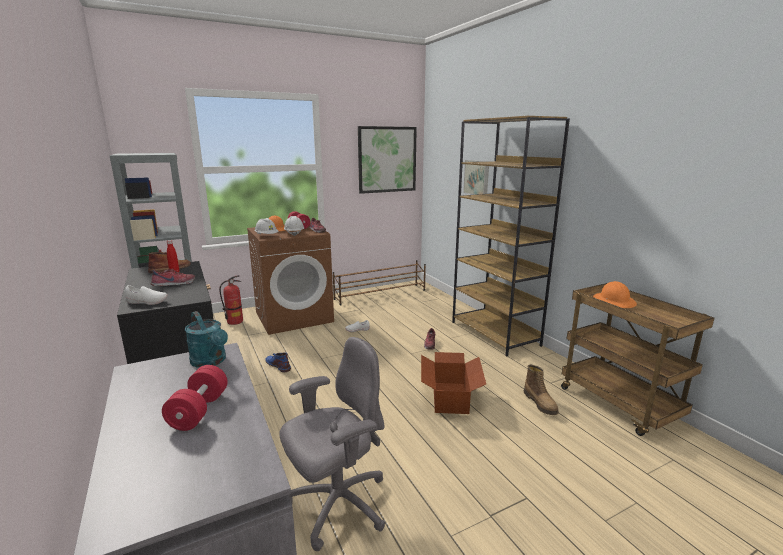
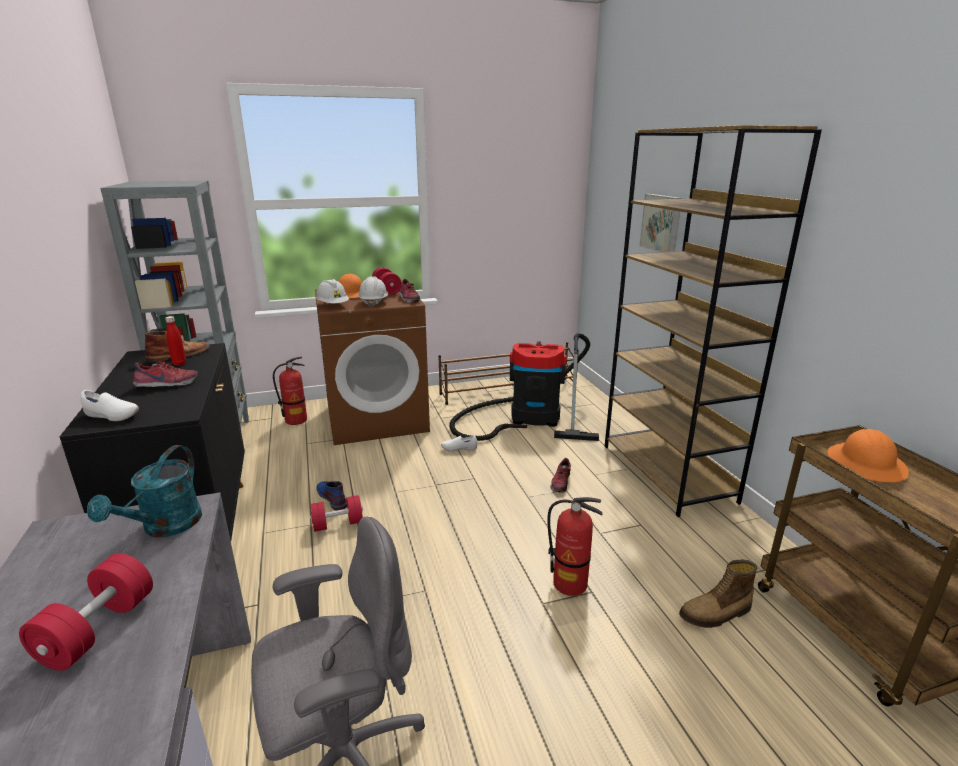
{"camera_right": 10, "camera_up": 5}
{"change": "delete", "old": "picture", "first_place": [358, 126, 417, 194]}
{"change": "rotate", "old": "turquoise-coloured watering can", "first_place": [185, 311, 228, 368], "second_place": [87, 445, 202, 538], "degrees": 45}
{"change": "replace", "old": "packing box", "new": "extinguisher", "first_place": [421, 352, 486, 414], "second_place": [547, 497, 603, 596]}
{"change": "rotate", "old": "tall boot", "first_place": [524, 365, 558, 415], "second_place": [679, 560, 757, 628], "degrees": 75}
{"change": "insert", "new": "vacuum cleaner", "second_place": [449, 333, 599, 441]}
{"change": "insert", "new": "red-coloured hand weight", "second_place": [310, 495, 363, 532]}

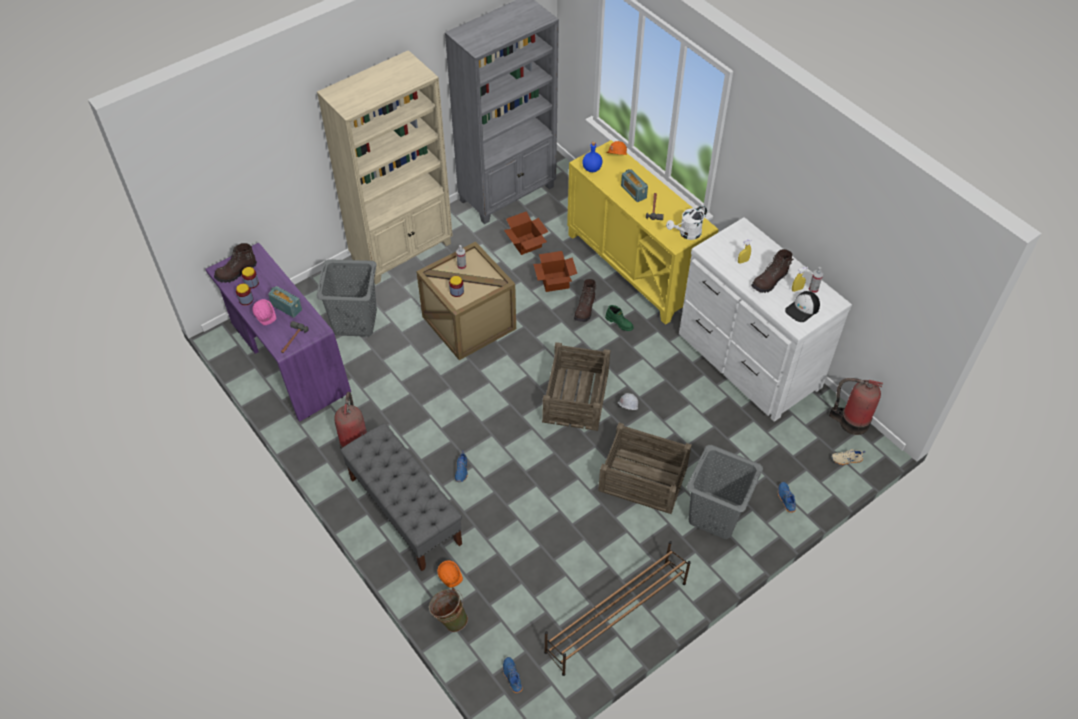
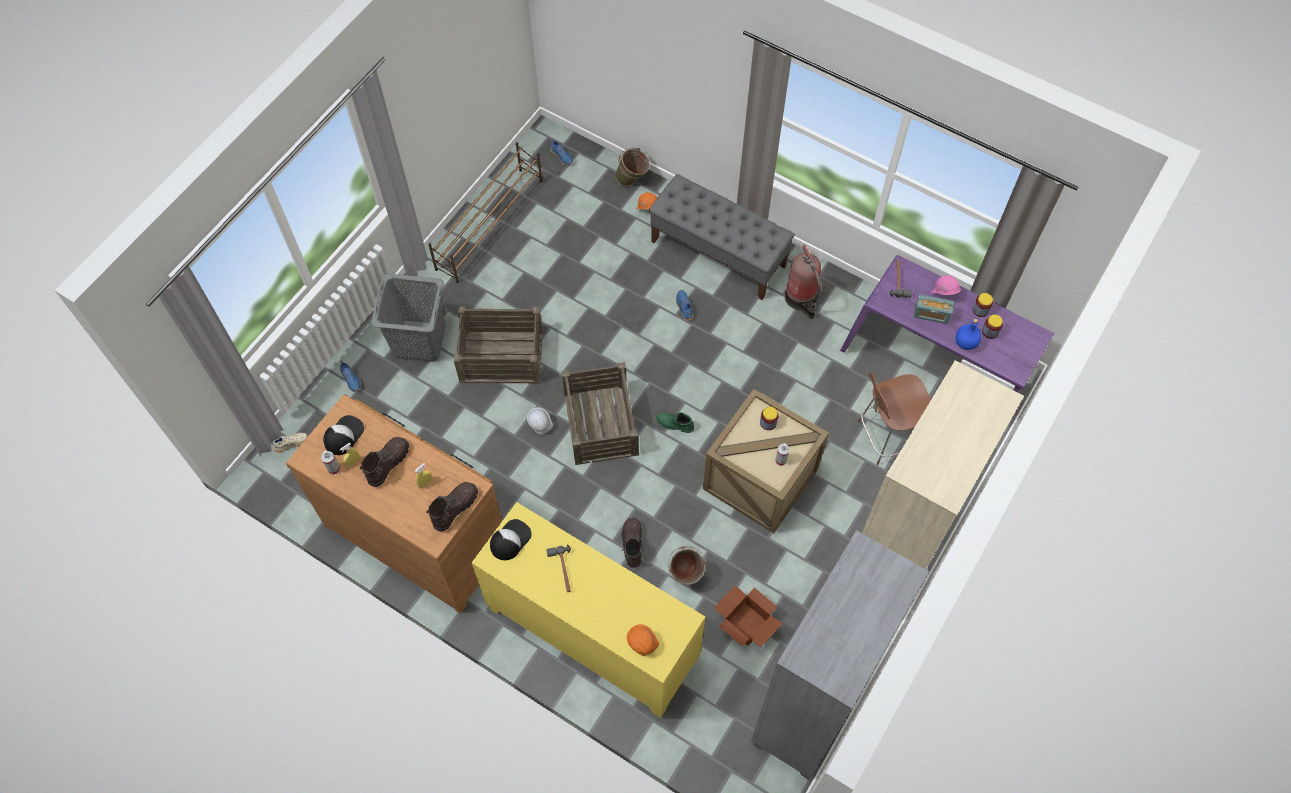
{"camera_right": 160, "camera_up": 10}
{"change": "move", "old": "blue-coloured drink bottle", "first_place": [582, 142, 602, 172], "second_place": [956, 319, 981, 350]}
{"change": "delete", "old": "radio receiver", "first_place": [621, 169, 648, 202]}
{"change": "replace", "old": "white-coloured watering can", "new": "cap", "first_place": [666, 206, 707, 240], "second_place": [490, 519, 532, 560]}
{"change": "recolor", "old": "white-coloured drawer chest", "new": "brown drawer chest", "first_place": [679, 217, 852, 422], "second_place": [286, 394, 502, 614]}
{"change": "move", "old": "brown tall boot", "first_place": [214, 243, 257, 283], "second_place": [426, 482, 478, 532]}
{"change": "replace", "old": "packing box", "new": "greenish pail", "first_place": [533, 251, 577, 292], "second_place": [668, 546, 706, 585]}
{"change": "replace", "old": "greyish hamper", "new": "brown plain chair", "first_place": [316, 259, 377, 337], "second_place": [858, 373, 931, 465]}
{"change": "move", "old": "greenish tall boot", "first_place": [605, 305, 634, 331], "second_place": [656, 412, 694, 433]}
{"change": "delete", "old": "extinguisher", "first_place": [829, 378, 883, 435]}

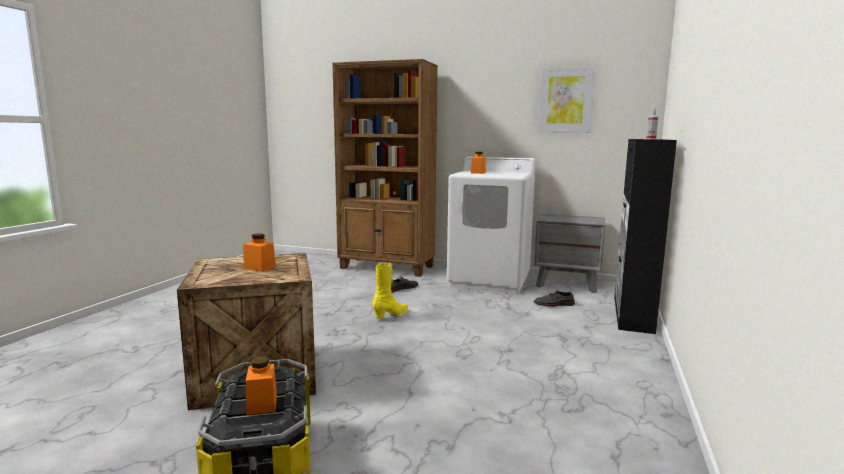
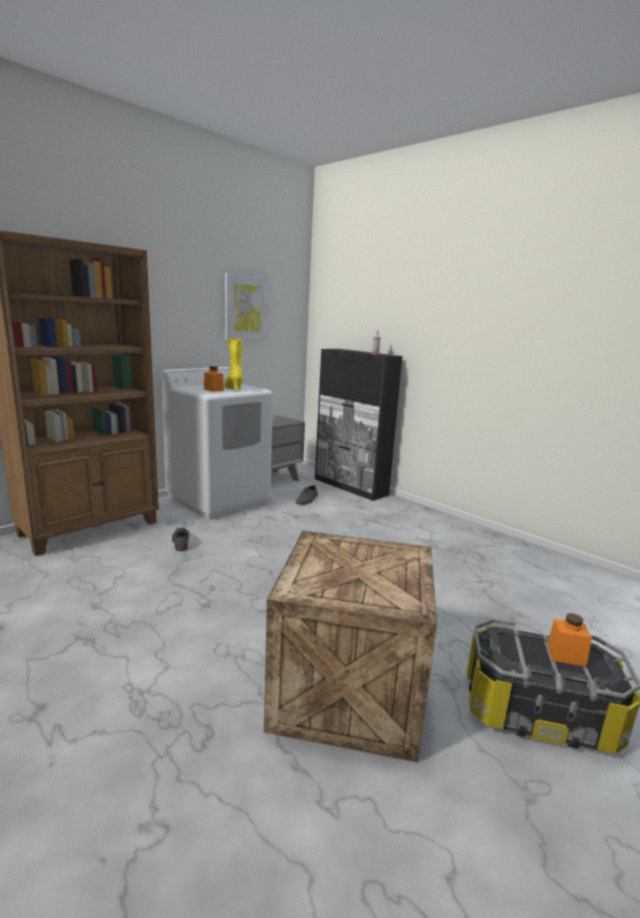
{"camera_right": -65, "camera_up": 5}
{"change": "delete", "old": "orange-coloured preserve jar", "first_place": [243, 234, 276, 272]}
{"change": "move", "old": "yellow-coloured tall boot", "first_place": [372, 263, 408, 319], "second_place": [224, 338, 244, 389]}

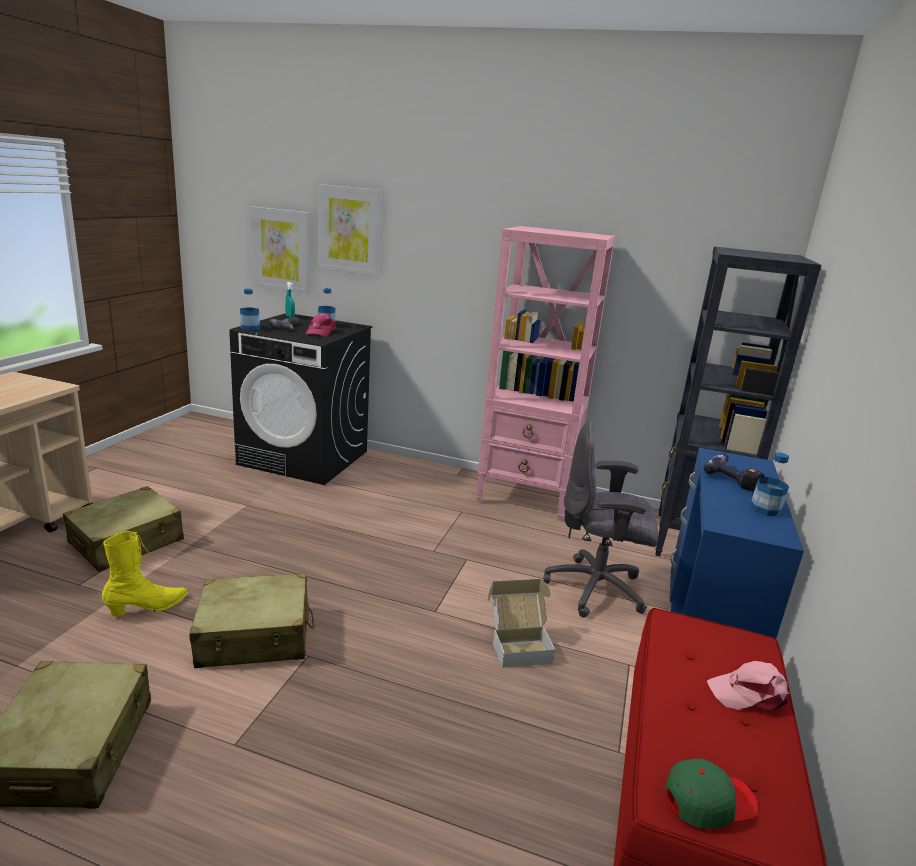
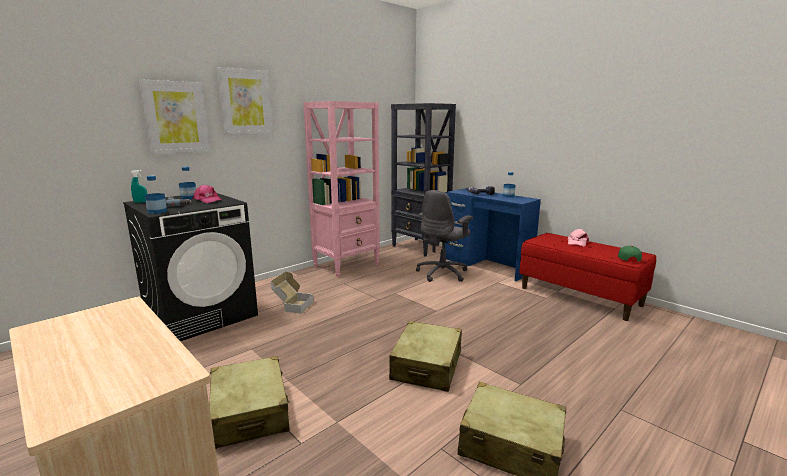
{"camera_right": -60, "camera_up": -5}
{"change": "move", "old": "picture", "first_place": [251, 206, 310, 294], "second_place": [217, 67, 273, 135]}
{"change": "delete", "old": "yellow-coloured tall boot", "first_place": [102, 531, 188, 616]}
{"change": "move", "old": "packing box", "first_place": [488, 579, 555, 668], "second_place": [271, 272, 314, 314]}

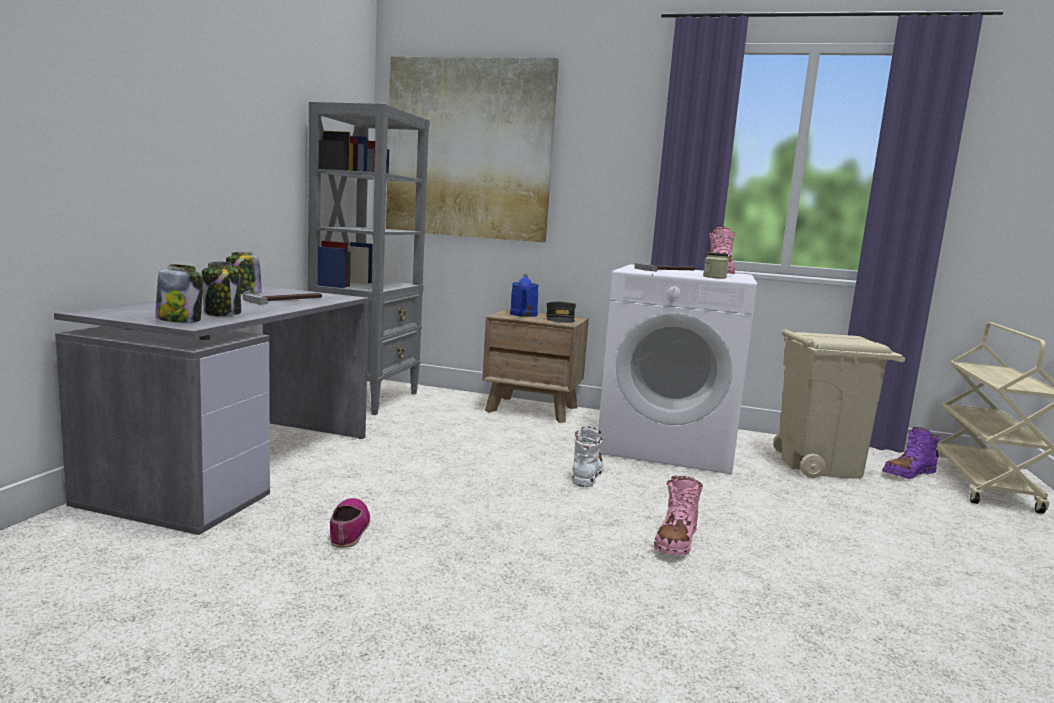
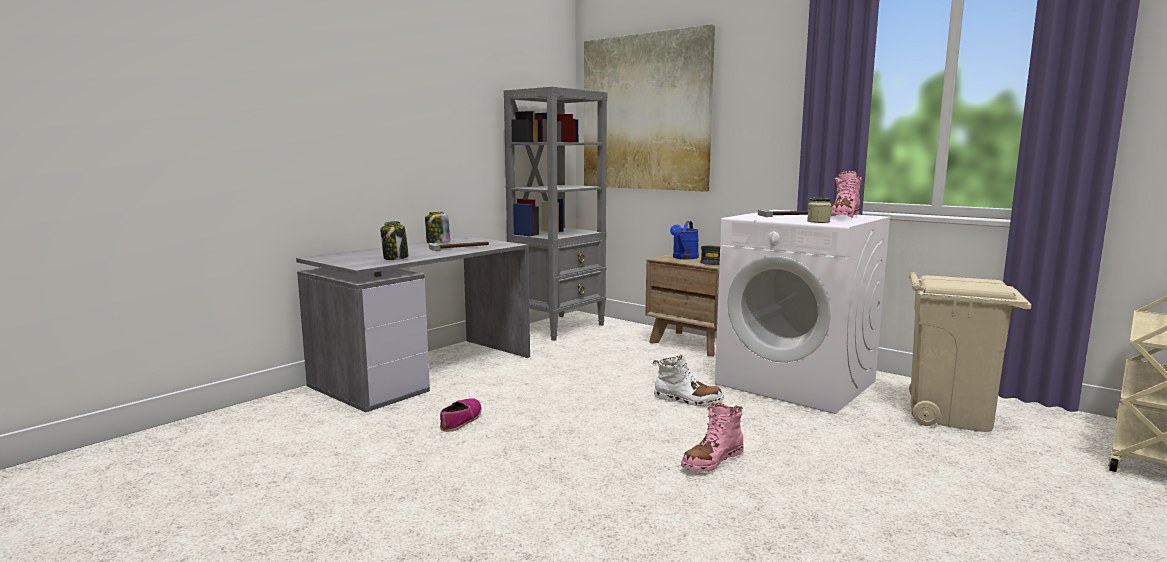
{"camera_right": 25, "camera_up": 0}
{"change": "delete", "old": "preserve jar", "first_place": [155, 264, 203, 323]}
{"change": "rotate", "old": "white-coloured tall boot", "first_place": [571, 426, 604, 487], "second_place": [653, 355, 724, 407], "degrees": 75}
{"change": "delete", "old": "purplish tall boot", "first_place": [882, 427, 940, 479]}

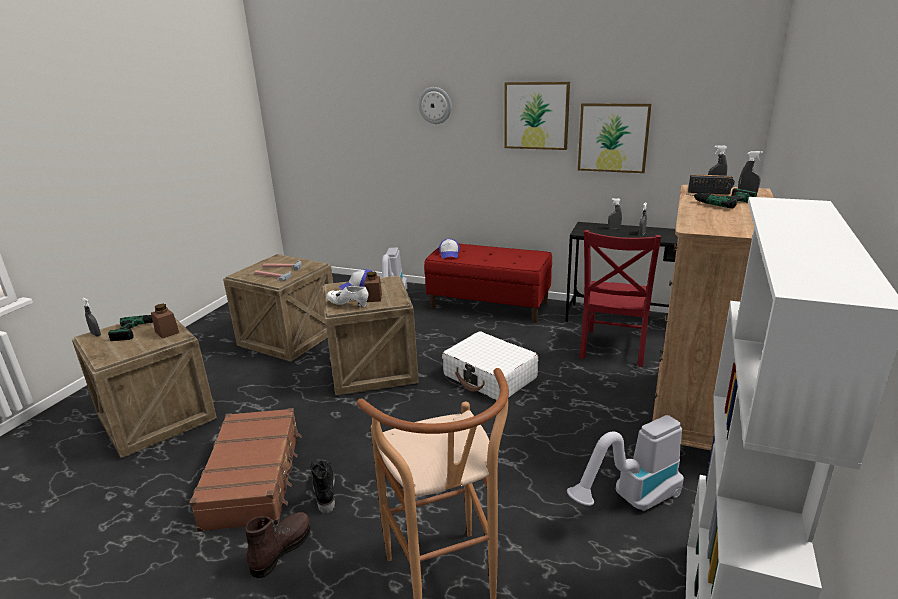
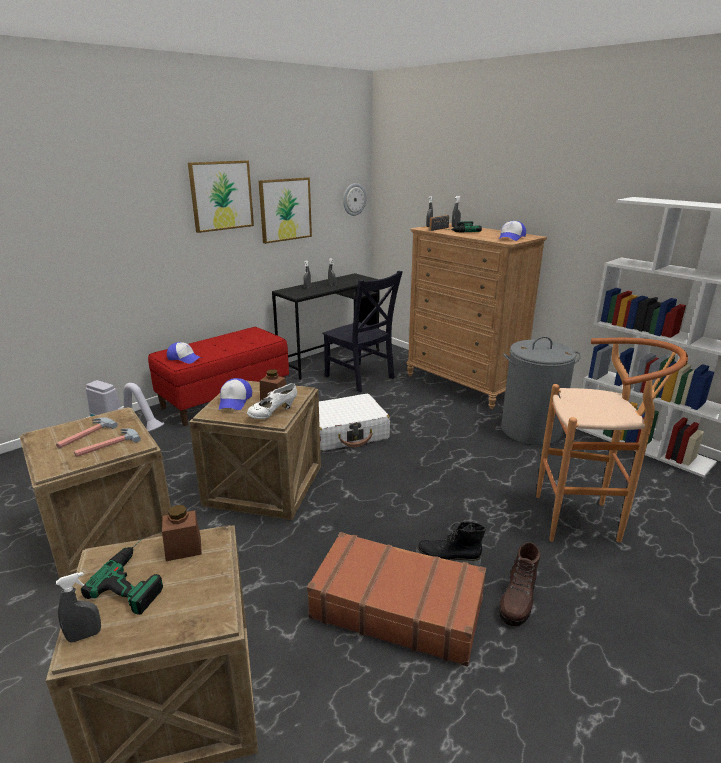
{"camera_right": -65, "camera_up": 0}
{"change": "move", "old": "hanging clock", "first_place": [418, 87, 452, 124], "second_place": [343, 183, 367, 216]}
{"change": "recolor", "old": "red-coloured plain chair", "new": "black plain chair", "first_place": [580, 230, 661, 367], "second_place": [322, 271, 403, 392]}
{"change": "replace", "old": "vacuum cleaner", "new": "greyish hamper", "first_place": [567, 415, 684, 511], "second_place": [501, 336, 581, 445]}
{"change": "rotate", "old": "brown tall boot", "first_place": [245, 512, 310, 578], "second_place": [499, 542, 540, 626], "degrees": -120}
{"change": "insert", "new": "cap", "second_place": [499, 221, 526, 241]}

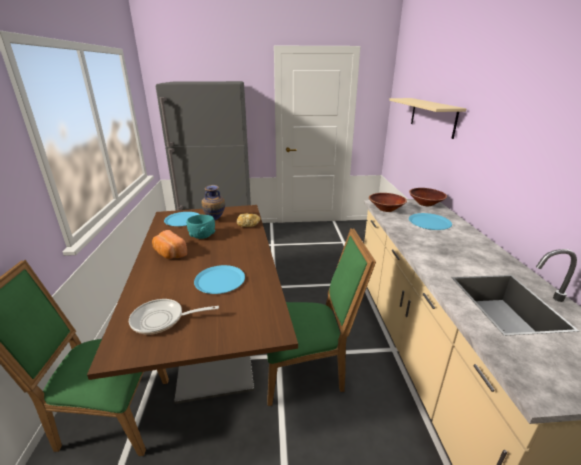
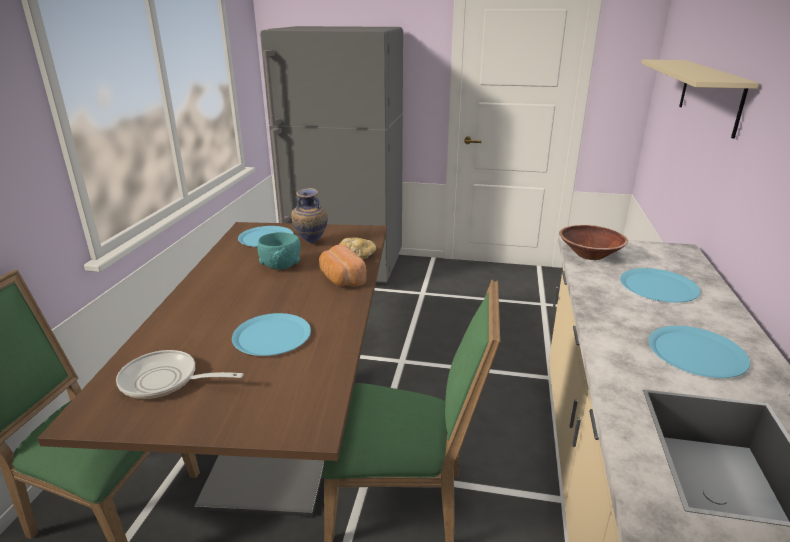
{"camera_right": 15, "camera_up": 0}
{"change": "delete", "old": "brown serving bowl", "first_place": [409, 188, 447, 206]}
{"change": "move", "old": "bakery bread", "first_place": [152, 230, 187, 259], "second_place": [319, 244, 367, 287]}
{"change": "insert", "new": "blue-coloured dinner plate", "second_place": [648, 326, 750, 378]}

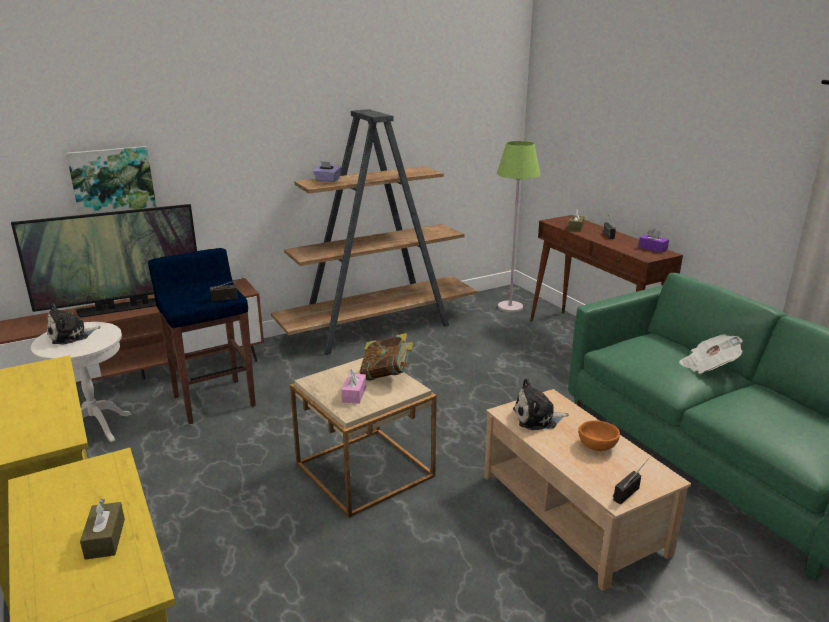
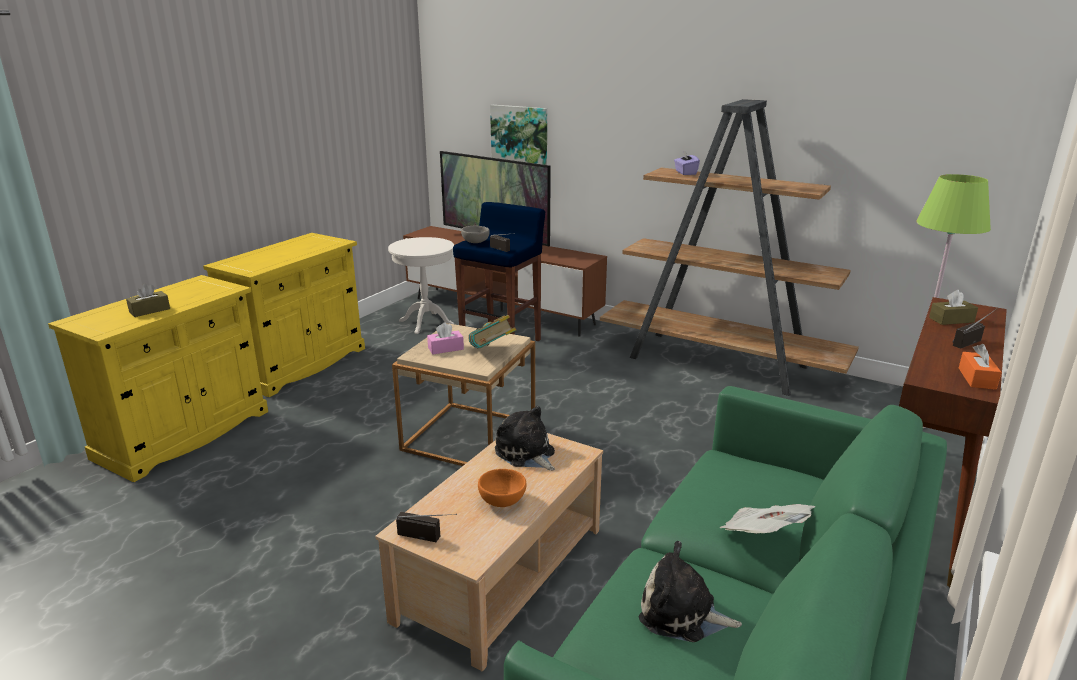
{"camera_right": 60, "camera_up": 0}
{"change": "recolor", "old": "purplish tissue box", "new": "orange-coloured tissue box", "first_place": [638, 228, 669, 253], "second_place": [959, 344, 1002, 390]}
{"change": "move", "old": "soft toy", "first_place": [47, 303, 101, 345], "second_place": [639, 541, 742, 642]}
{"change": "insert", "new": "greyish serving bowl", "second_place": [461, 226, 490, 243]}

